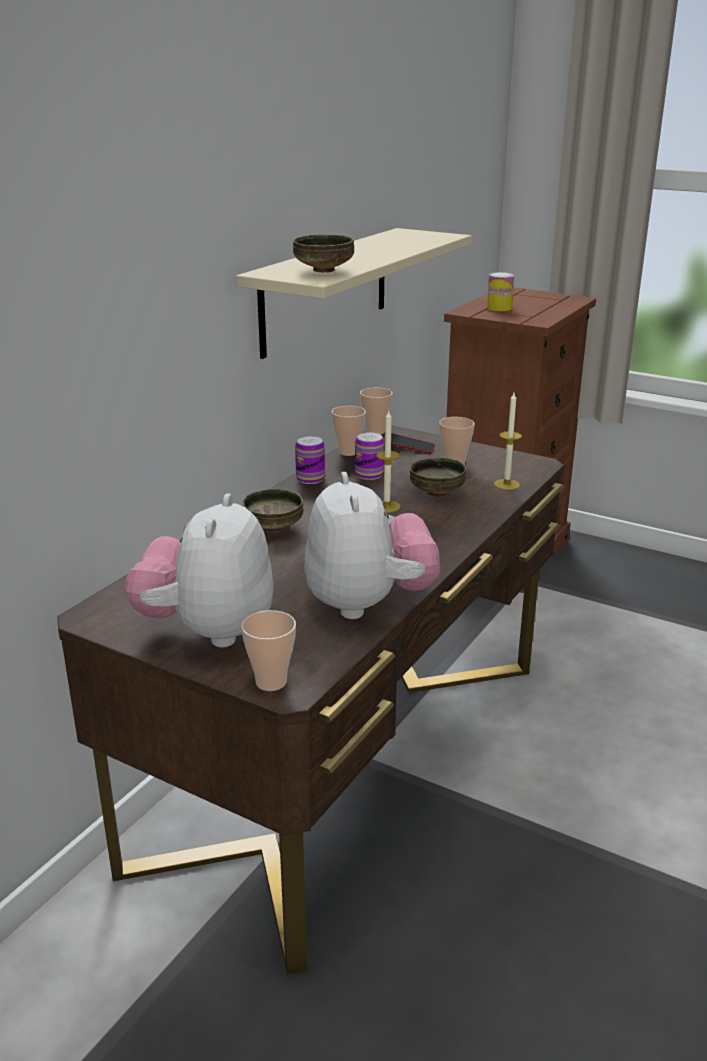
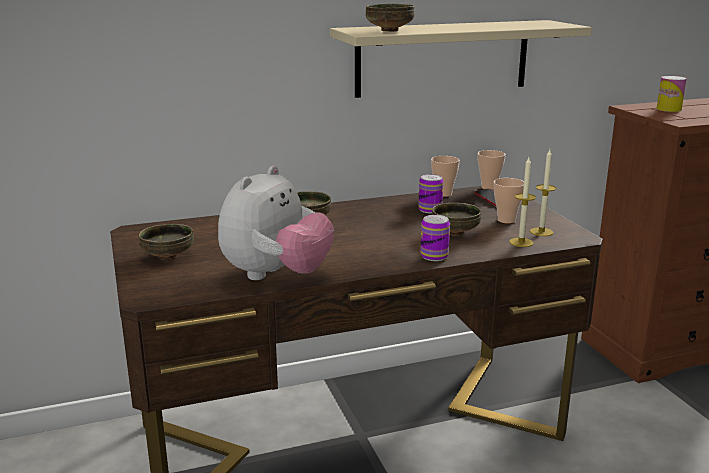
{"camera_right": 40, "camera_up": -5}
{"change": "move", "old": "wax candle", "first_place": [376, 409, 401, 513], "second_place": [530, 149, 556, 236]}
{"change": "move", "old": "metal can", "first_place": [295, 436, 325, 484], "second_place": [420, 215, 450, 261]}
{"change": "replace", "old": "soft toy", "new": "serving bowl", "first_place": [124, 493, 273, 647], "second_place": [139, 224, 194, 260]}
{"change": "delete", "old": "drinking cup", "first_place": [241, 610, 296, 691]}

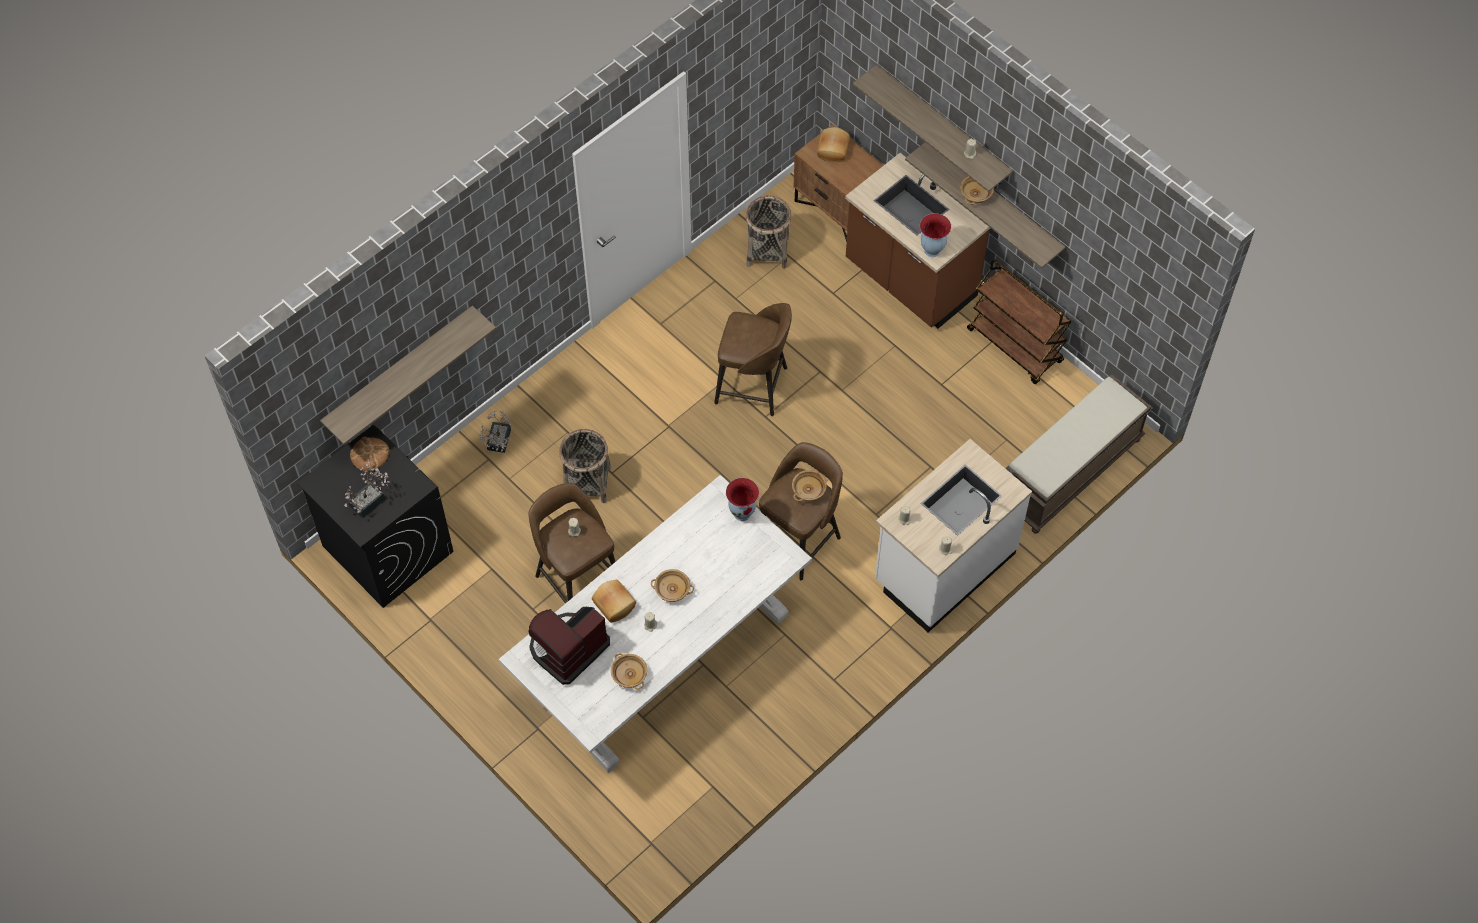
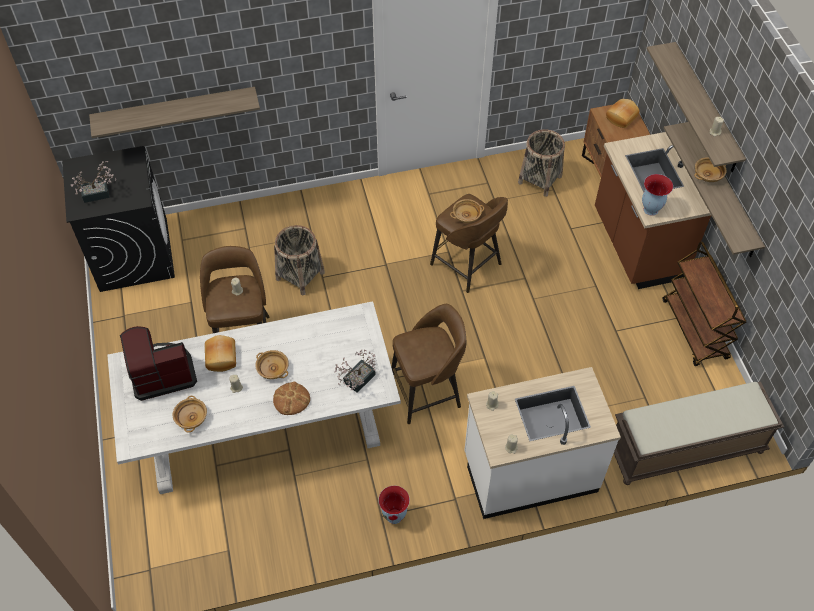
{"camera_right": 30, "camera_up": -5}
{"change": "move", "old": "plant in a pot", "first_place": [479, 410, 511, 453], "second_place": [334, 349, 376, 393]}
{"change": "move", "old": "bakery bread", "first_place": [350, 437, 389, 472], "second_place": [273, 382, 310, 415]}
{"change": "move", "old": "sand-coloured serving bowl", "first_place": [792, 470, 827, 501], "second_place": [450, 199, 484, 223]}
{"change": "move", "old": "decorative vase", "first_place": [726, 478, 759, 521], "second_place": [378, 486, 410, 524]}

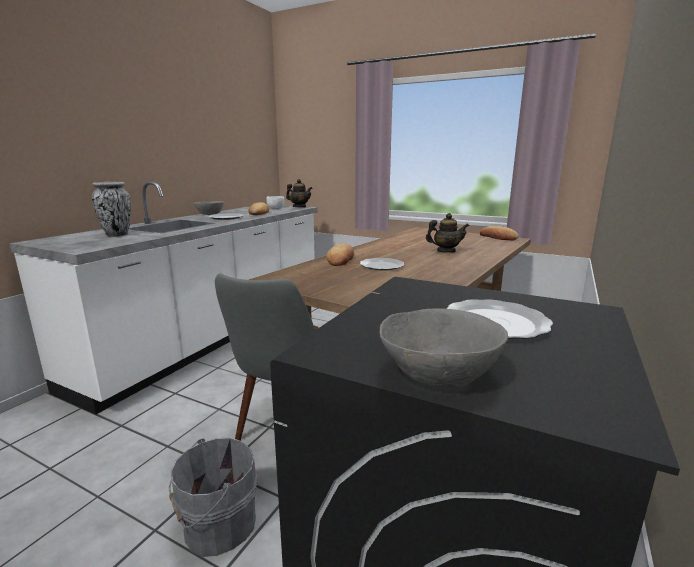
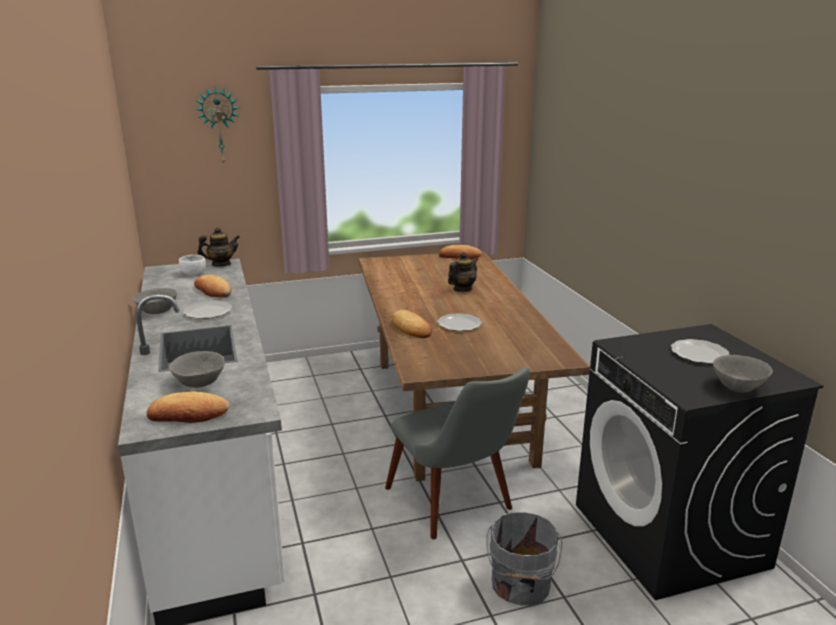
{"camera_right": -45, "camera_up": 5}
{"change": "replace", "old": "decorative vase", "new": "greyish serving bowl", "first_place": [92, 182, 131, 237], "second_place": [169, 351, 225, 388]}
{"change": "insert", "new": "hanging clock", "second_place": [196, 86, 238, 165]}
{"change": "insert", "new": "bakery bread", "second_place": [147, 392, 230, 423]}

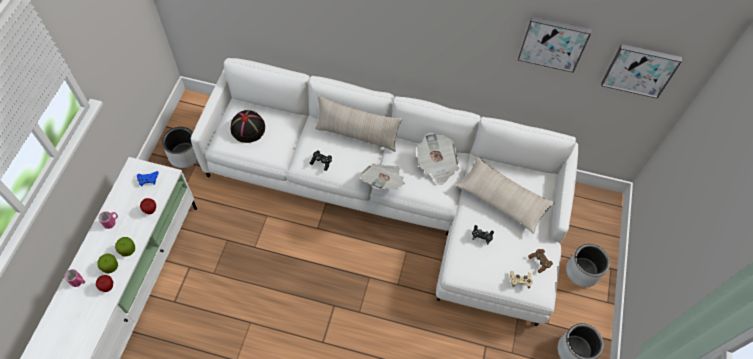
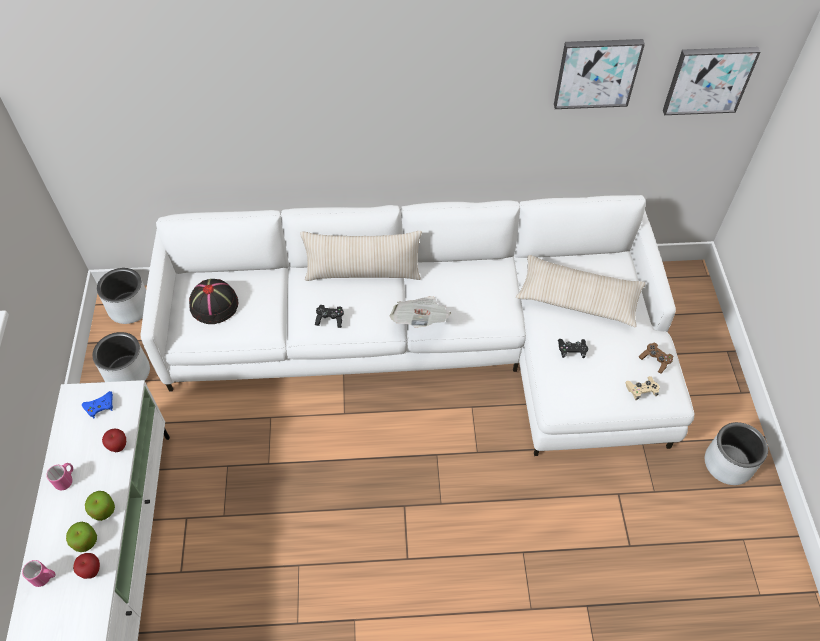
{"camera_right": -15, "camera_up": -5}
{"change": "delete", "old": "daily paper", "first_place": [417, 132, 459, 185]}
{"change": "move", "old": "greyish plant pot", "first_place": [566, 244, 610, 287], "second_place": [97, 268, 146, 324]}

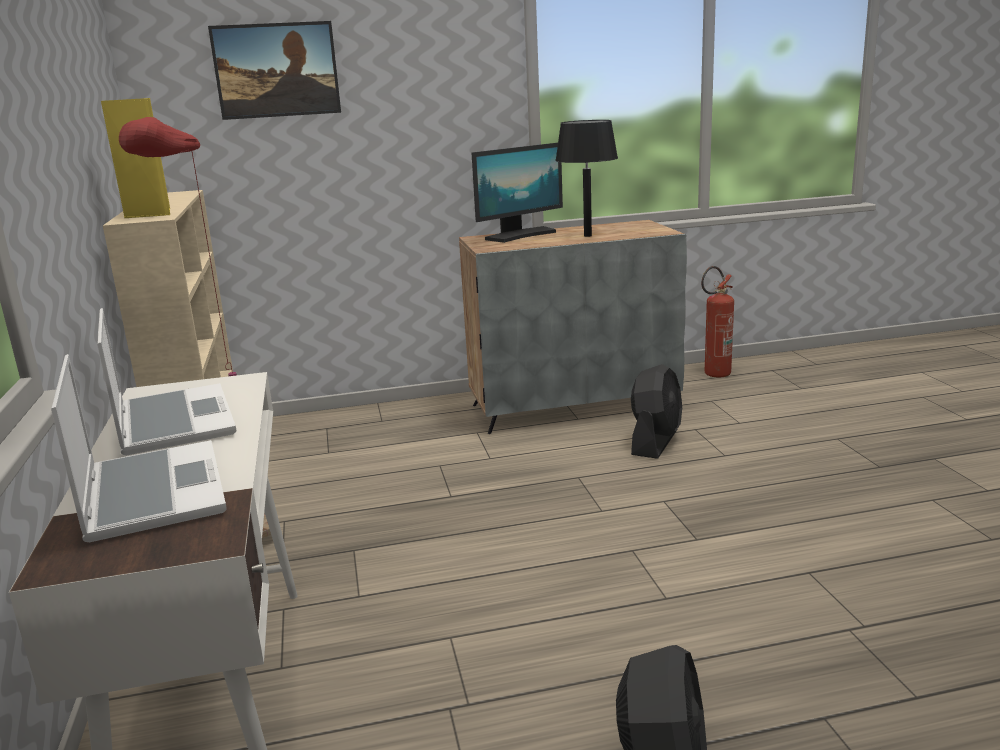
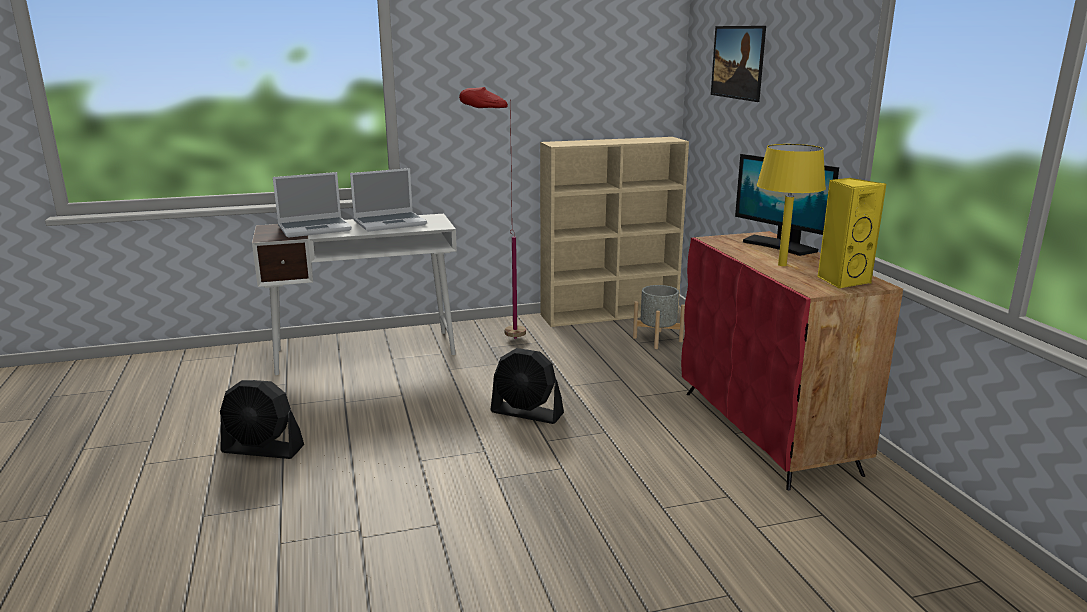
{"camera_right": 85, "camera_up": 0}
{"change": "move", "old": "yellow-coloured speaker", "first_place": [101, 98, 170, 218], "second_place": [818, 178, 886, 289]}
{"change": "recolor", "old": "black tabletop lamp", "new": "yellow-coloured tabletop lamp", "first_place": [555, 120, 618, 237], "second_place": [757, 144, 826, 266]}
{"change": "recolor", "old": "greyish cupboard", "new": "red-coloured cupboard", "first_place": [459, 220, 687, 434], "second_place": [681, 231, 903, 491]}
{"change": "delete", "old": "extinguisher", "first_place": [701, 266, 734, 377]}
{"change": "move", "old": "black cooling fan", "first_place": [631, 364, 682, 459], "second_place": [490, 348, 564, 424]}
{"change": "insert", "new": "greyish plant pot", "second_place": [633, 285, 685, 349]}

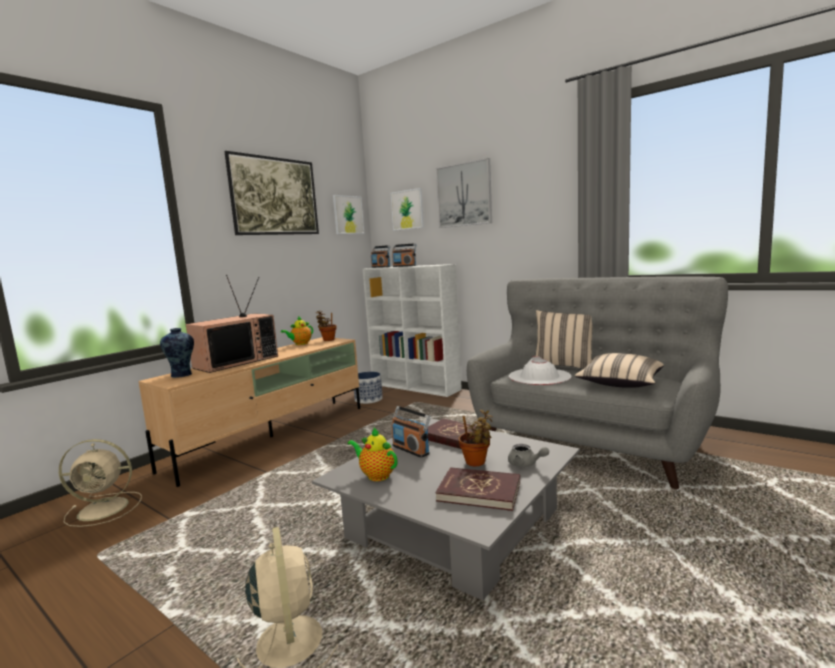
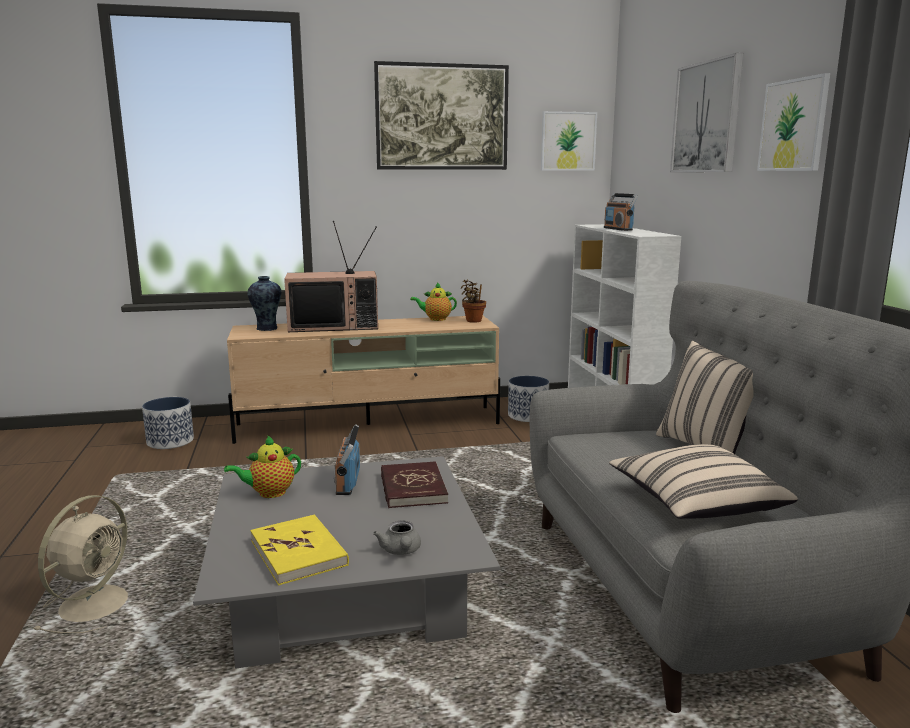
{"camera_right": 40, "camera_up": 5}
{"change": "move", "old": "picture", "first_place": [390, 188, 424, 231], "second_place": [757, 73, 830, 171]}
{"change": "delete", "old": "radio receiver", "first_place": [371, 245, 391, 268]}
{"change": "delete", "old": "white-coloured hat", "first_place": [509, 356, 571, 385]}
{"change": "delete", "old": "plant in a pot", "first_place": [458, 409, 493, 466]}
{"change": "rotate", "old": "pot for tea", "first_place": [348, 428, 398, 481], "second_place": [224, 435, 301, 498], "degrees": -105}
{"change": "replace", "old": "sand-coloured cooling fan", "new": "plant pot", "first_place": [59, 439, 142, 527], "second_place": [142, 397, 194, 449]}
{"change": "recolor", "old": "red-coloured book", "new": "yellow-coloured book", "first_place": [435, 467, 520, 511], "second_place": [250, 514, 349, 585]}

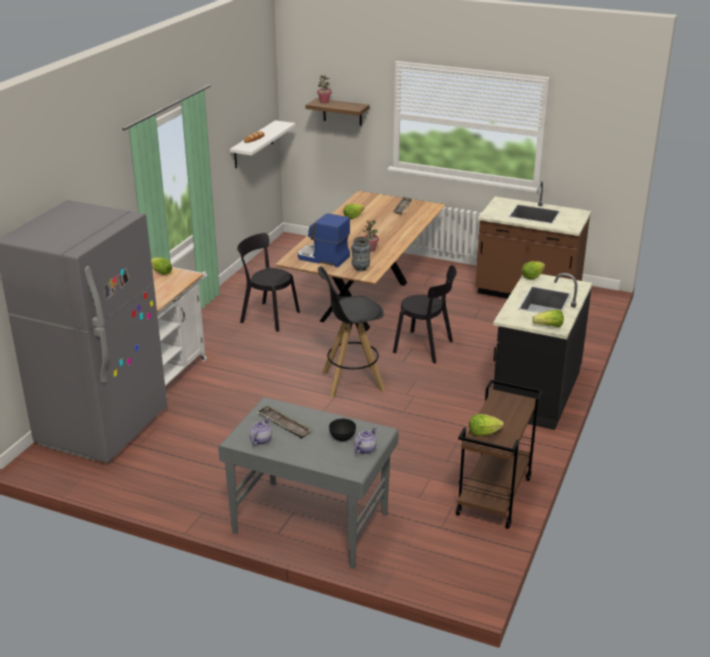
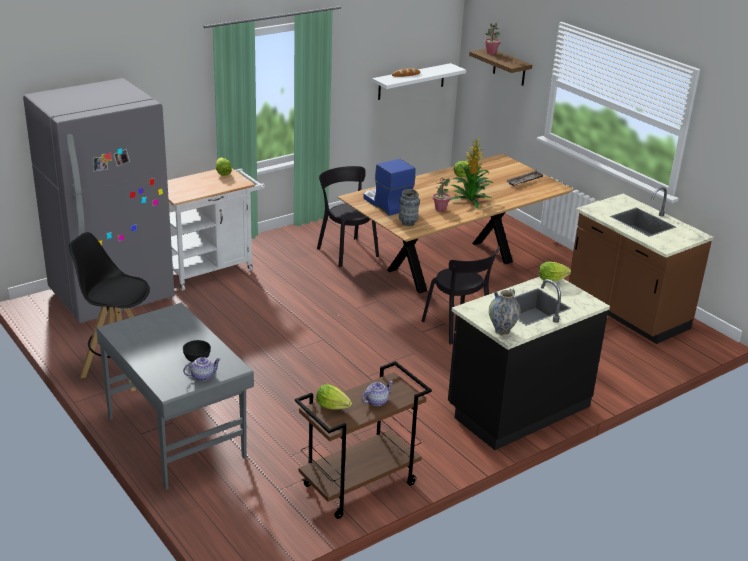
{"camera_right": 30, "camera_up": 0}
{"change": "move", "old": "black stool seat", "first_place": [318, 266, 385, 397], "second_place": [69, 232, 150, 391]}
{"change": "replace", "old": "head of lettuce", "new": "decorative vase", "first_place": [532, 310, 564, 327], "second_place": [489, 288, 521, 335]}
{"change": "delete", "old": "carrying tray", "first_place": [257, 405, 312, 439]}
{"change": "move", "old": "pot for tea", "first_place": [249, 417, 272, 445], "second_place": [361, 381, 393, 406]}
{"change": "insert", "new": "plant in a pot", "second_place": [450, 138, 493, 208]}

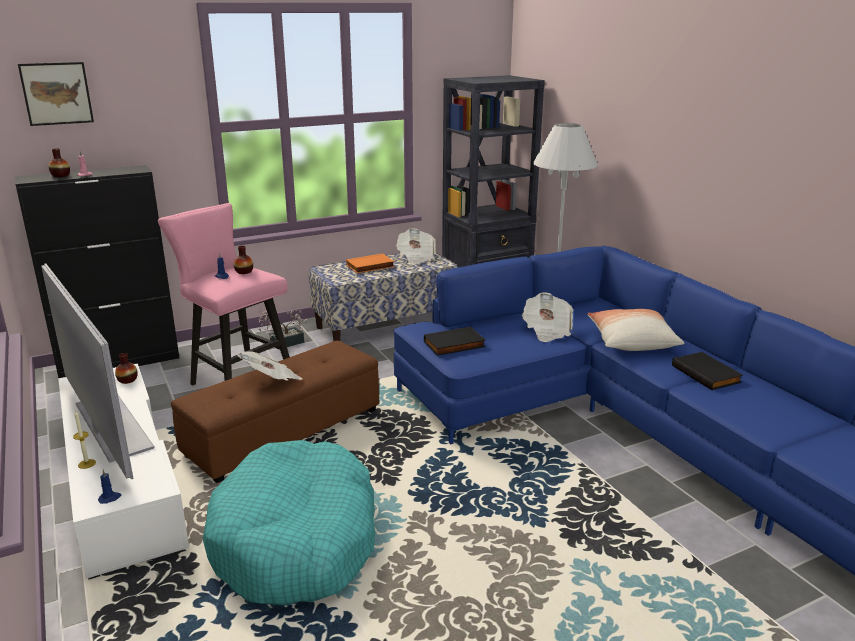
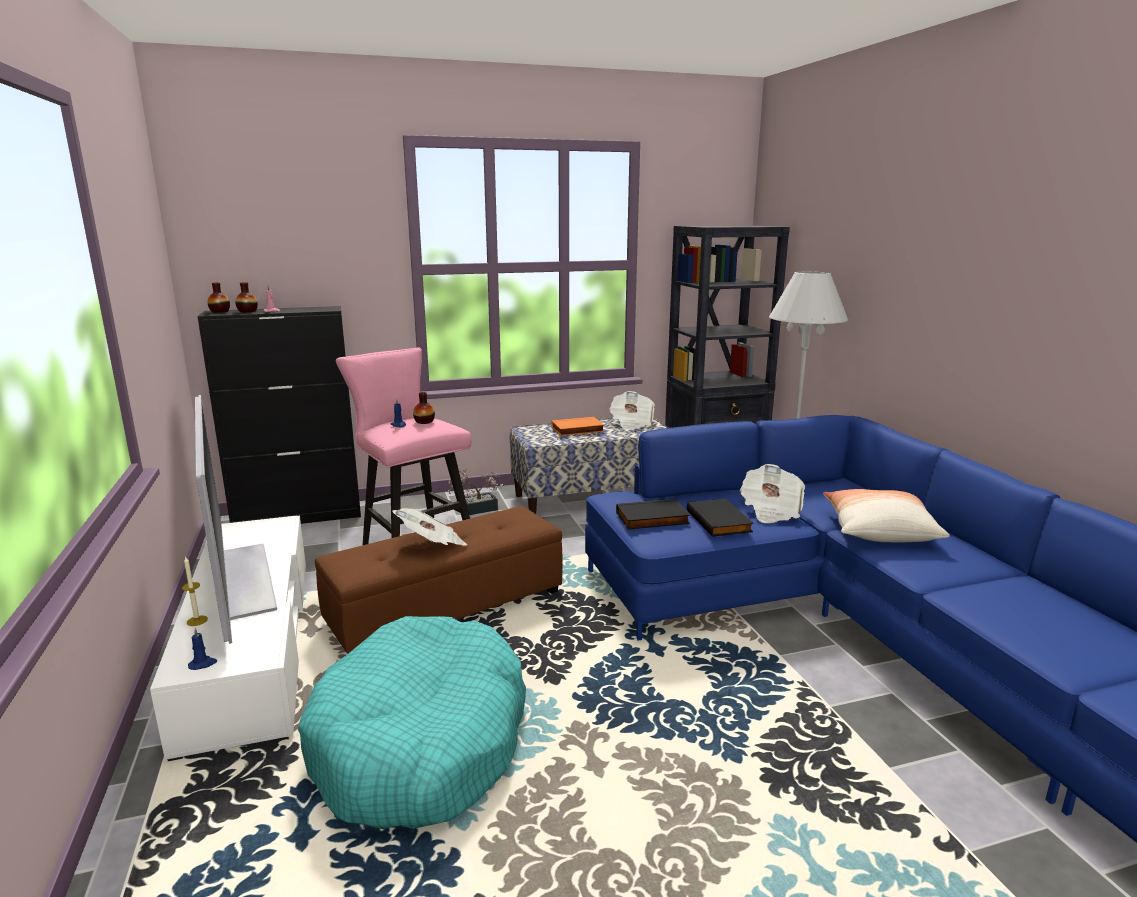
{"camera_right": 10, "camera_up": -5}
{"change": "delete", "old": "picture", "first_place": [18, 62, 94, 126]}
{"change": "move", "old": "black book", "first_place": [672, 352, 743, 390], "second_place": [687, 499, 754, 537]}
{"change": "move", "old": "decorative vase", "first_place": [115, 353, 138, 384], "second_place": [207, 283, 230, 313]}

